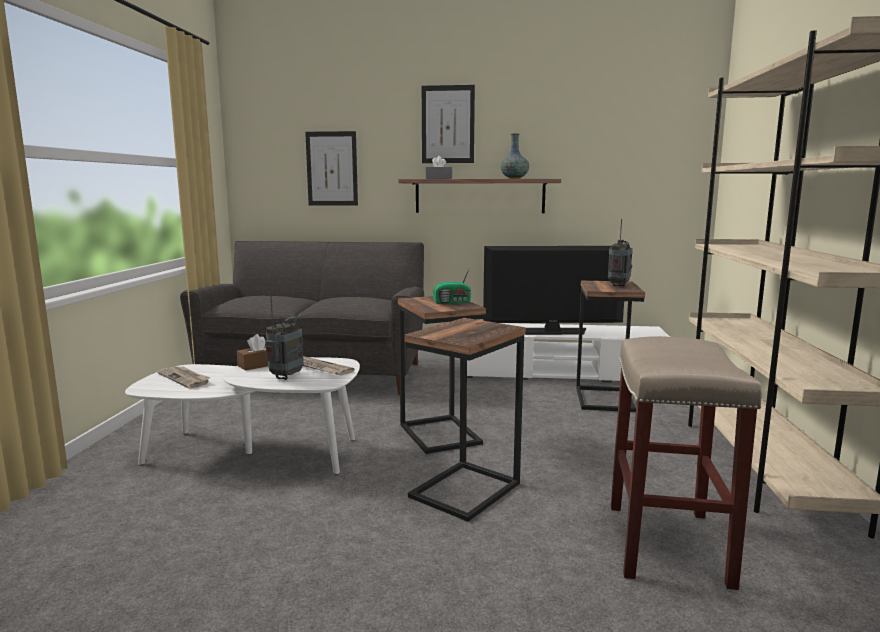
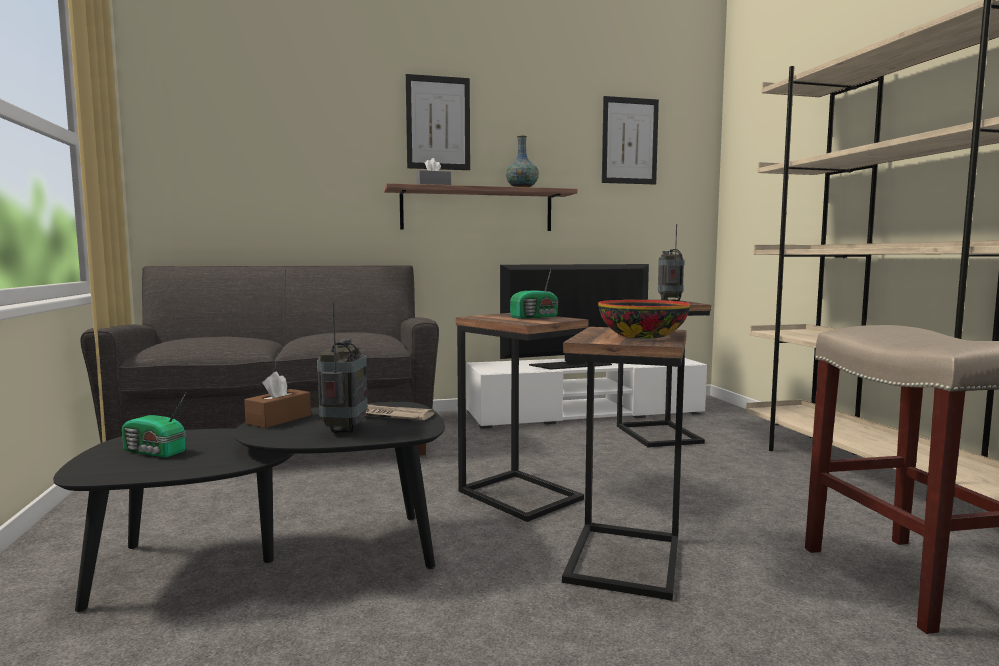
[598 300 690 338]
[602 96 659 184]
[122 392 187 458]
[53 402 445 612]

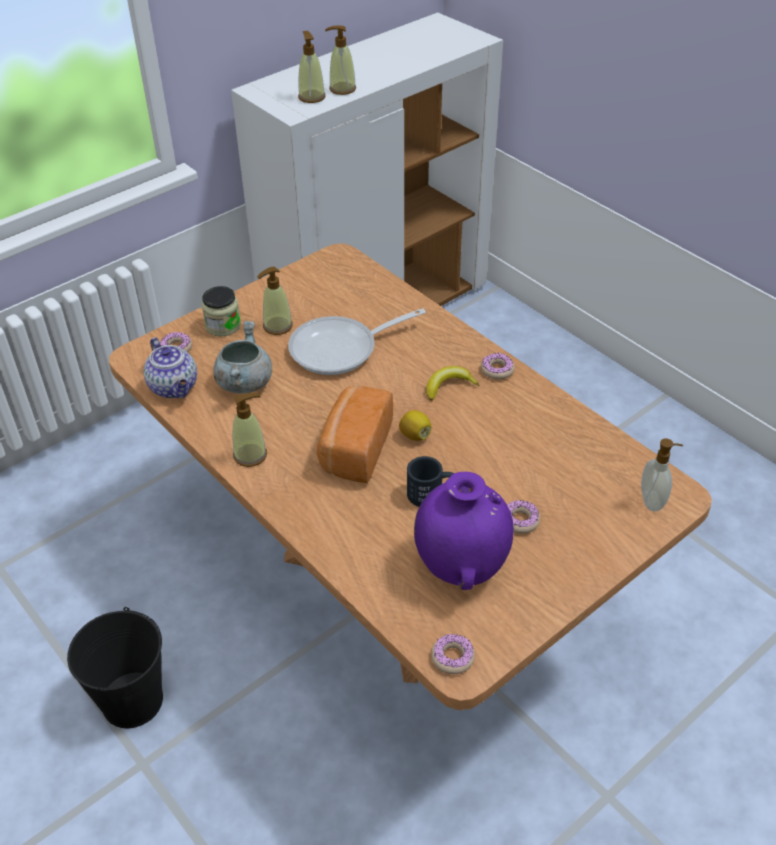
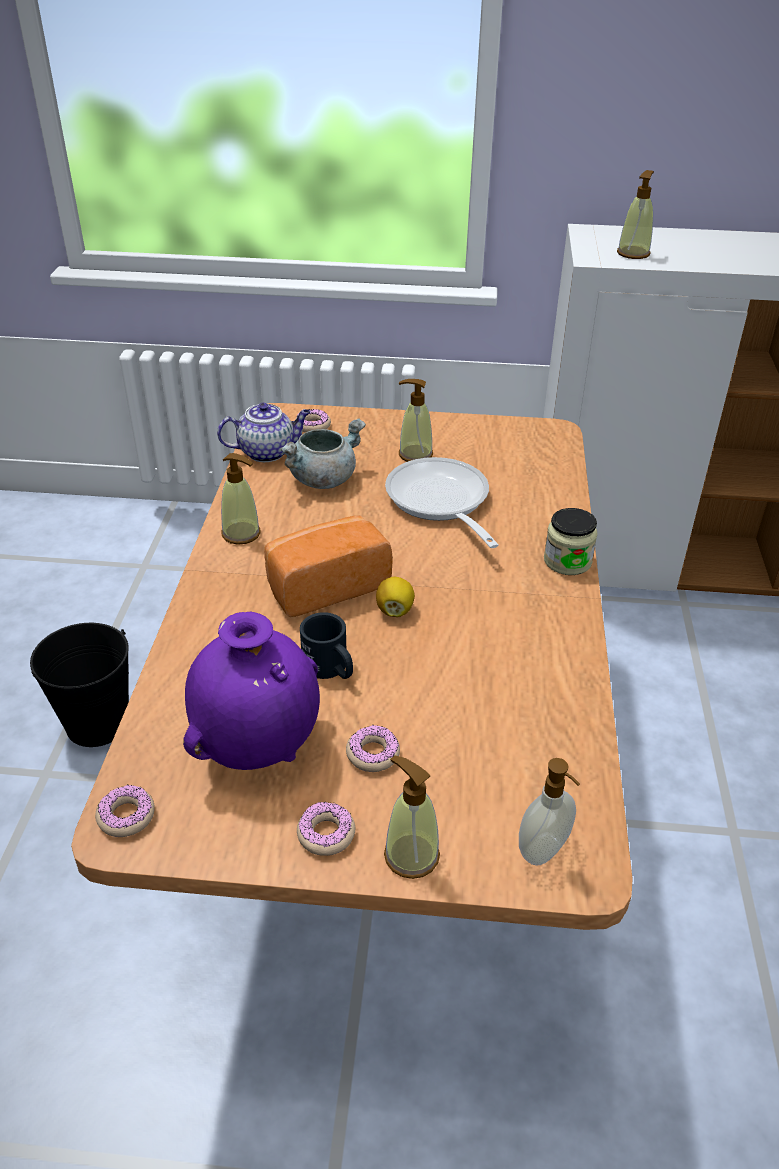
[426 366 480 401] (first image)
[544 508 598 575]
[384 756 440 879]
[297 801 355 856]
[217 403 311 462]
[385 457 499 548]

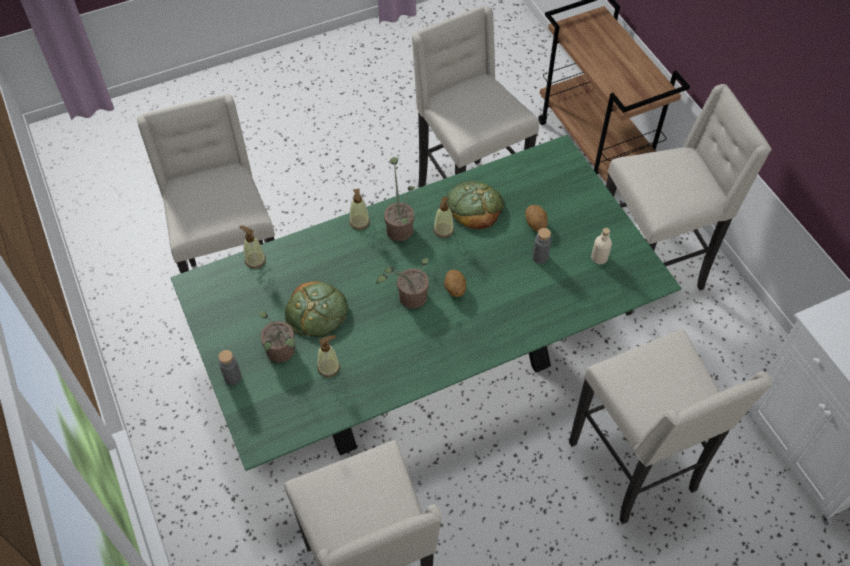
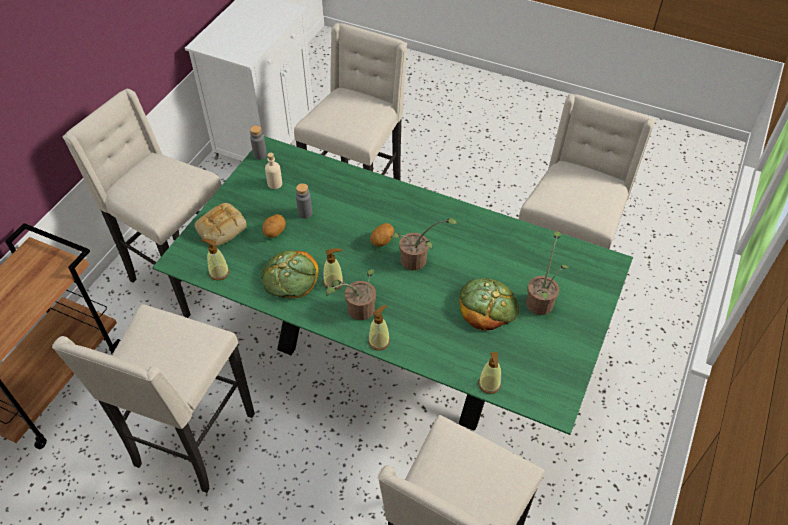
[194 203 247 247]
[250 125 267 160]
[201 238 229 280]

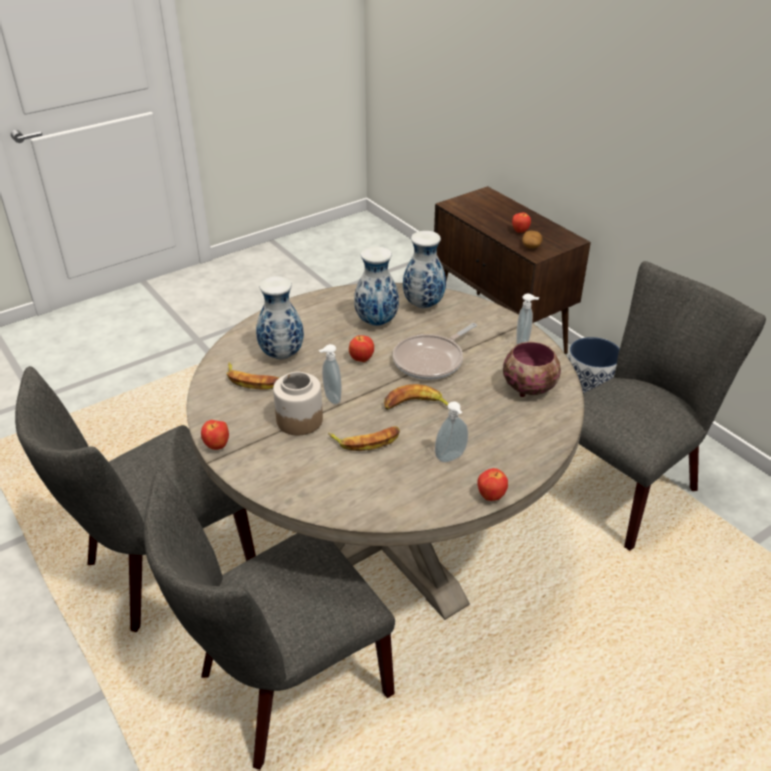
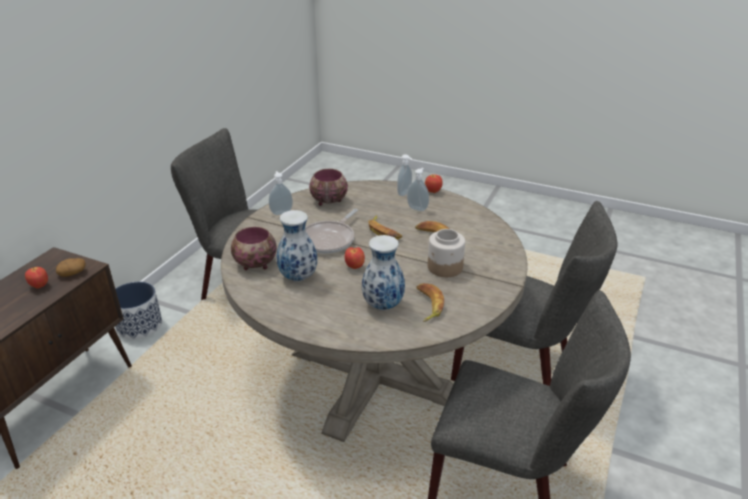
[201 420 229 450] (first image)
[397 154 412 196]
[231 226 277 270]
[305 209 358 254]

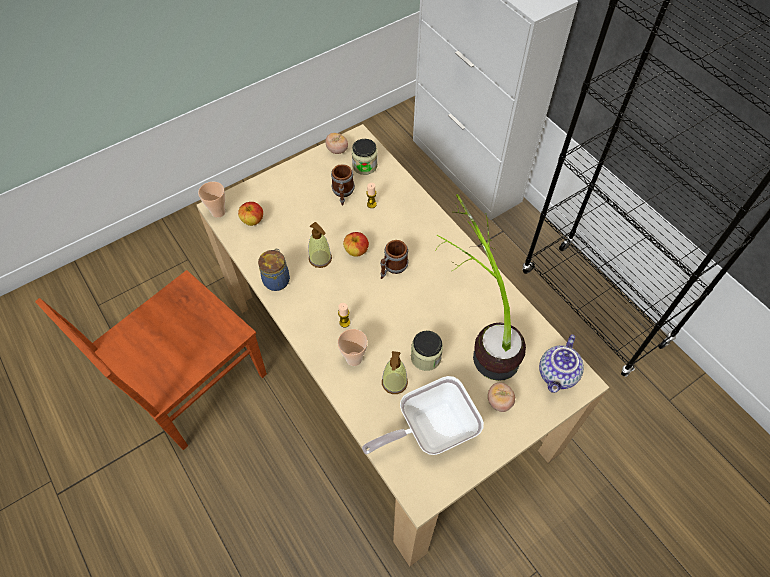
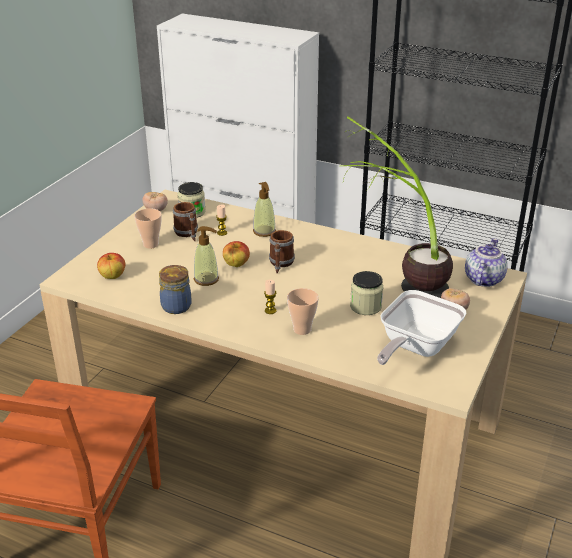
[134 208 162 249]
[253 182 276 237]
[465 238 508 287]

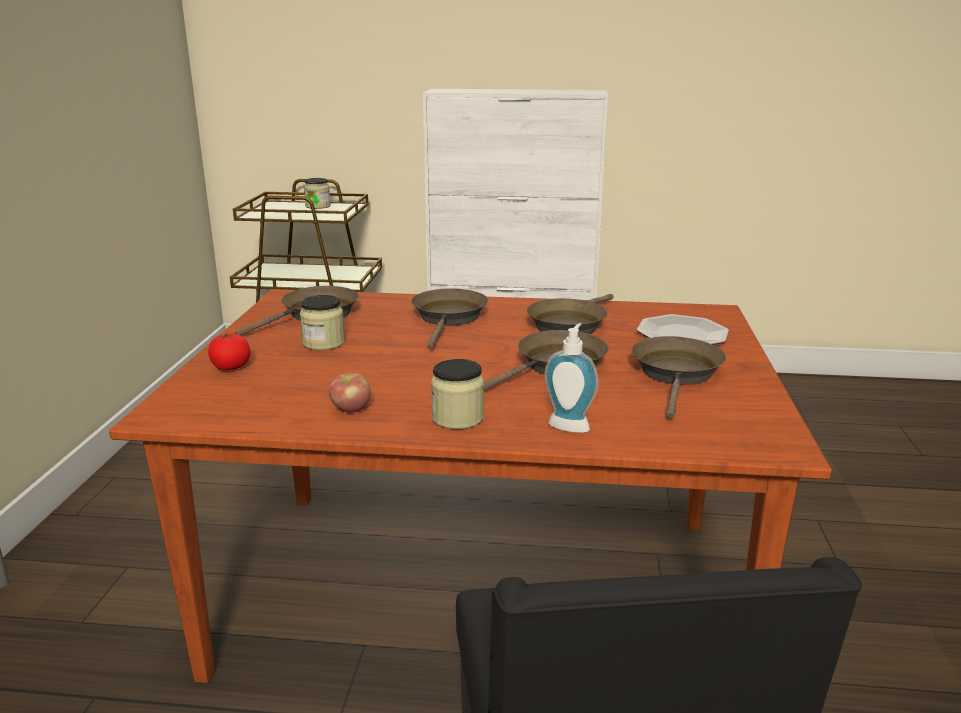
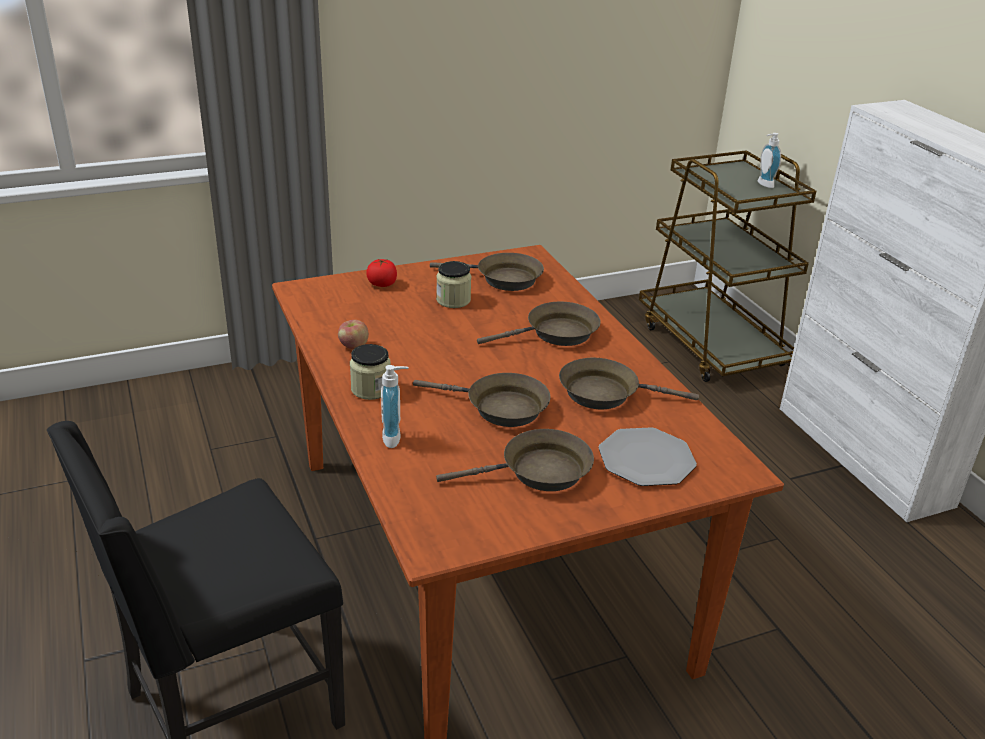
[758 133 781 188]

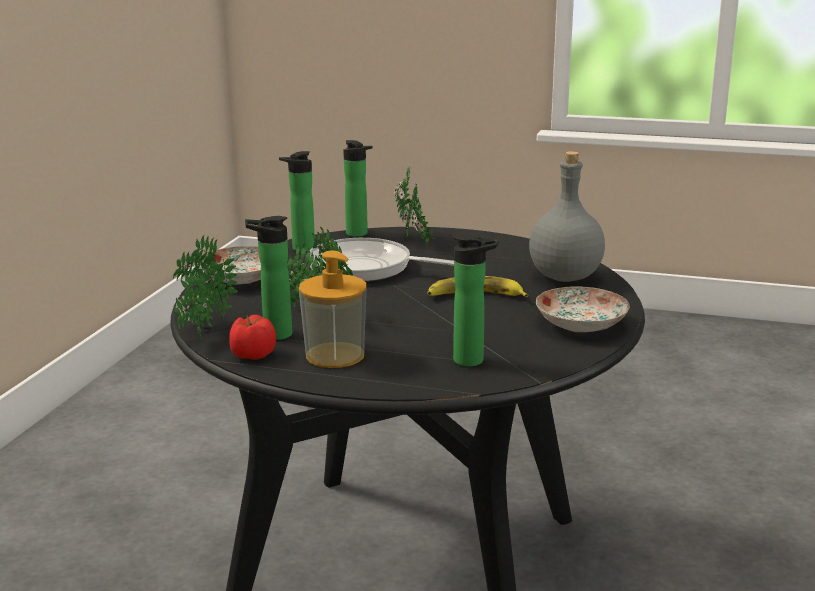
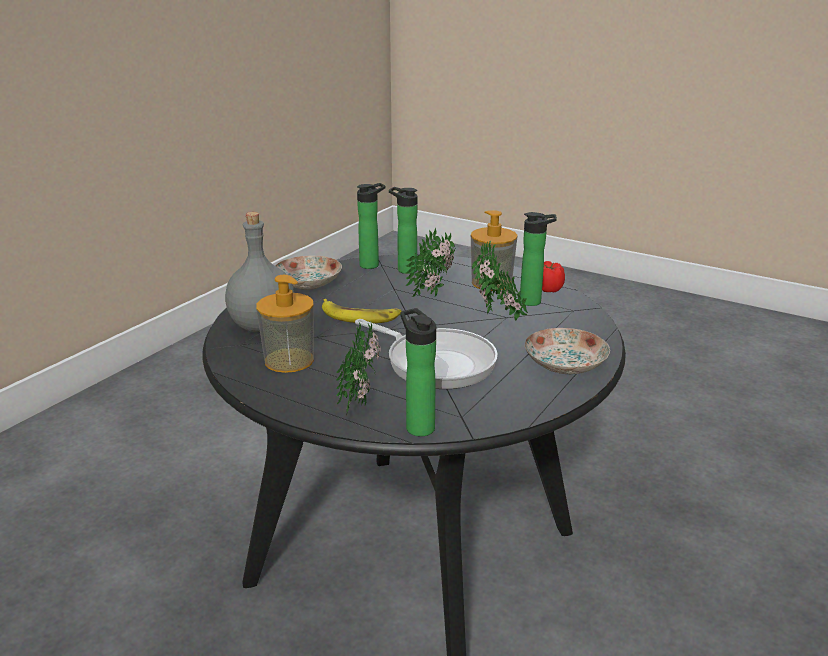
[256 275 314 373]
[405 228 455 297]
[357 183 385 269]

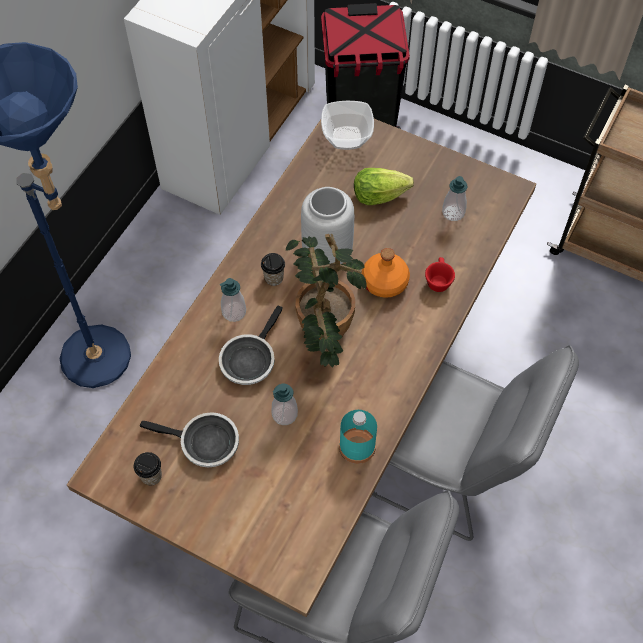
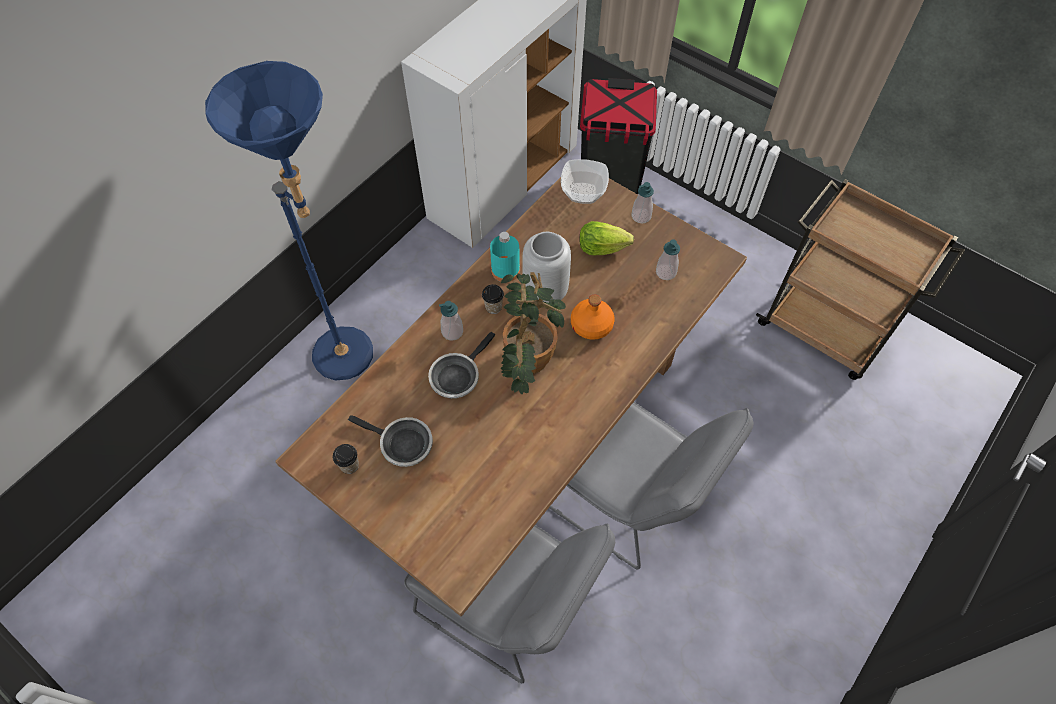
[425 257 455 292] (first image)
[631 182 654 223]
[490 232 520 282]

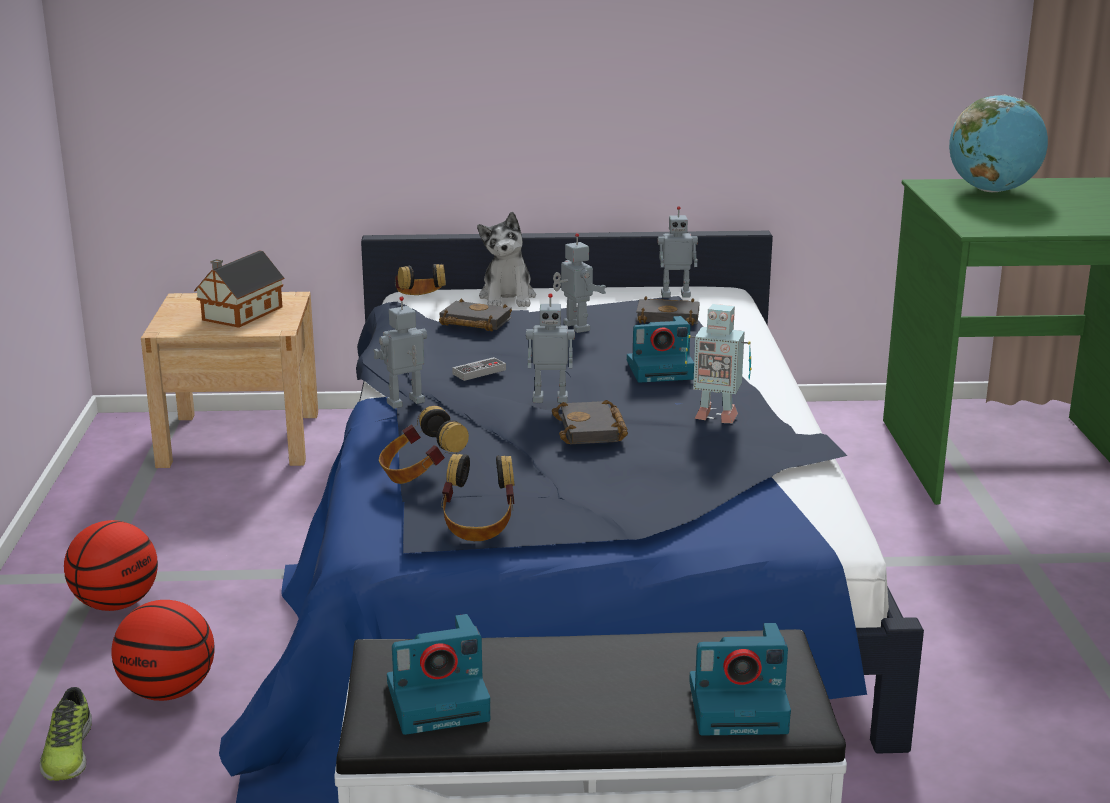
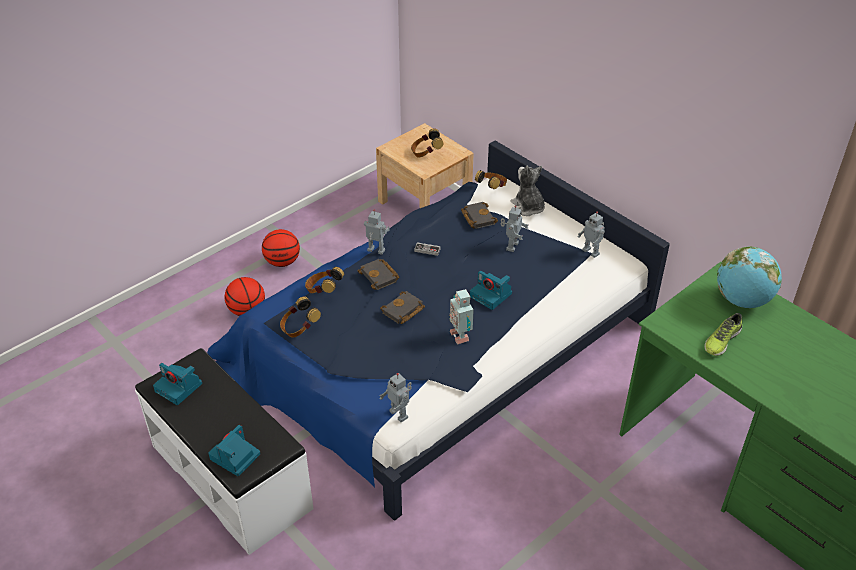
[704 313 742 356]
[379 373 412 422]
[358 259 399 290]
[411 128 443 158]
[511 166 545 216]
[208 425 261 476]

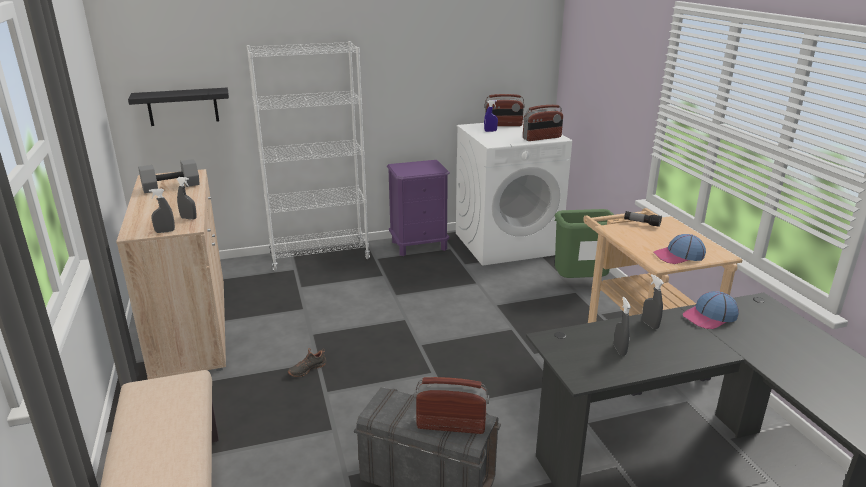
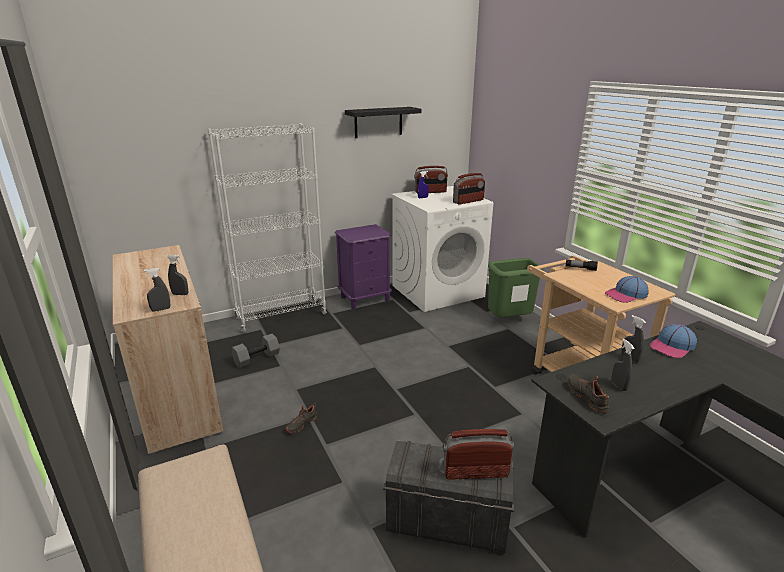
[568 375 609 413]
[345 107 422 138]
[232 334 280 368]

